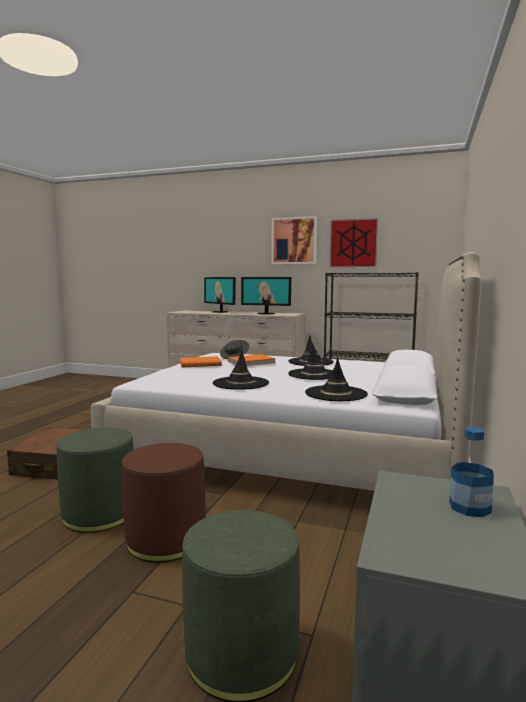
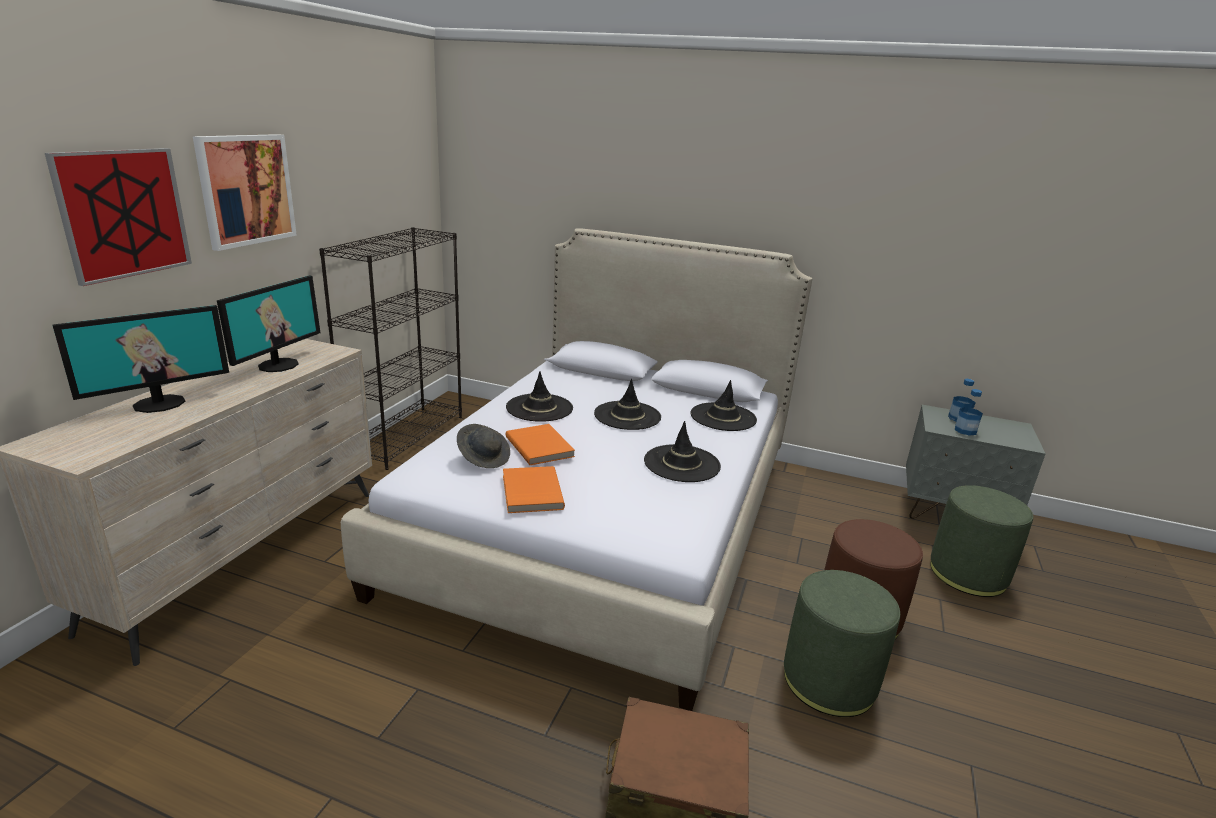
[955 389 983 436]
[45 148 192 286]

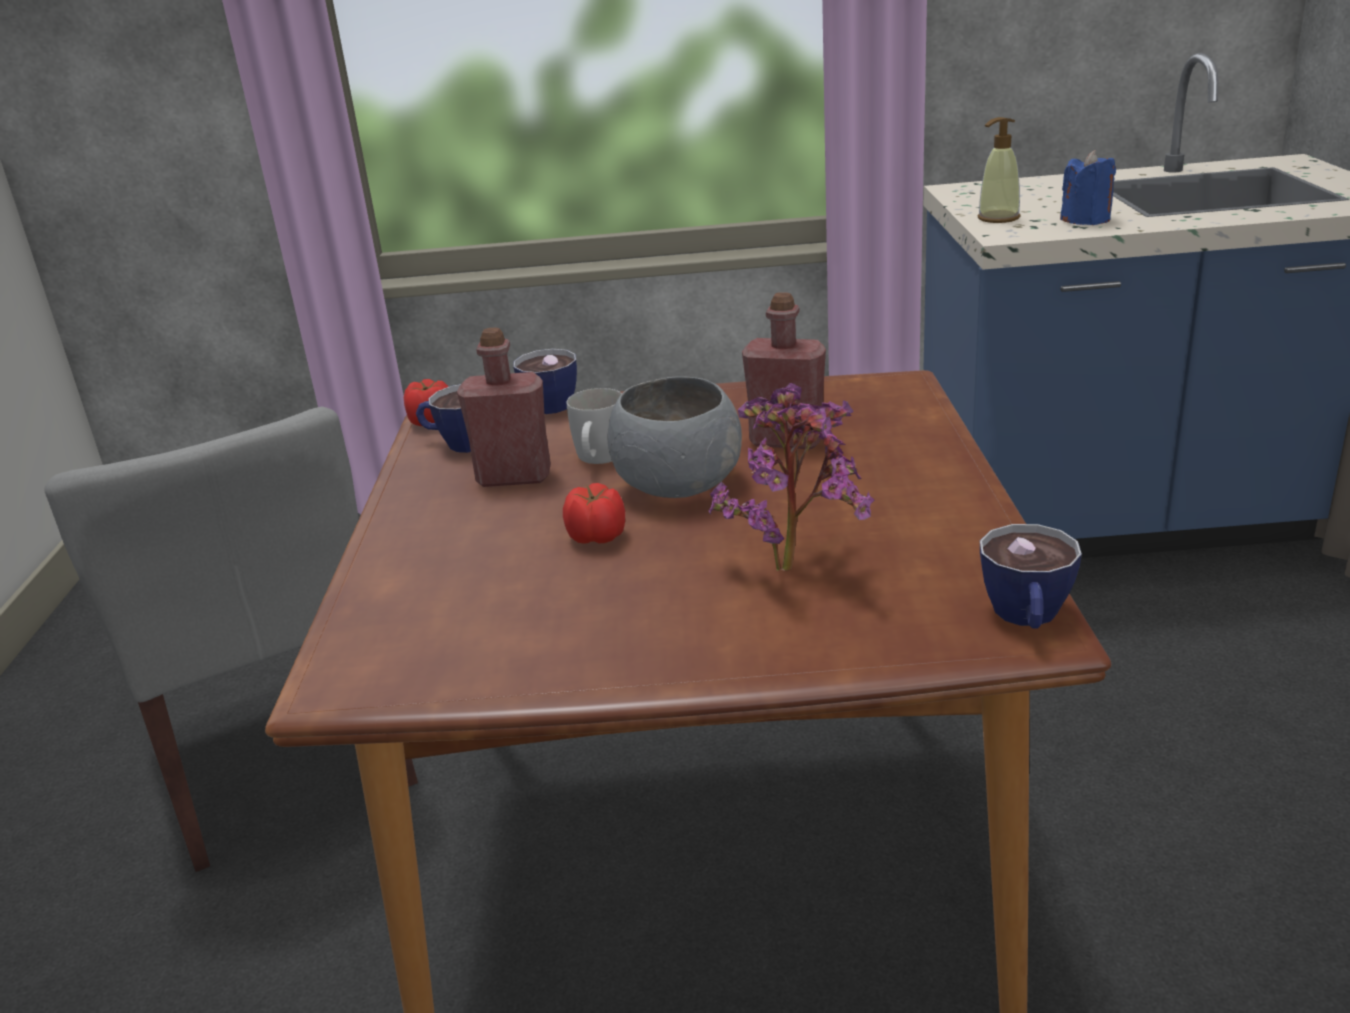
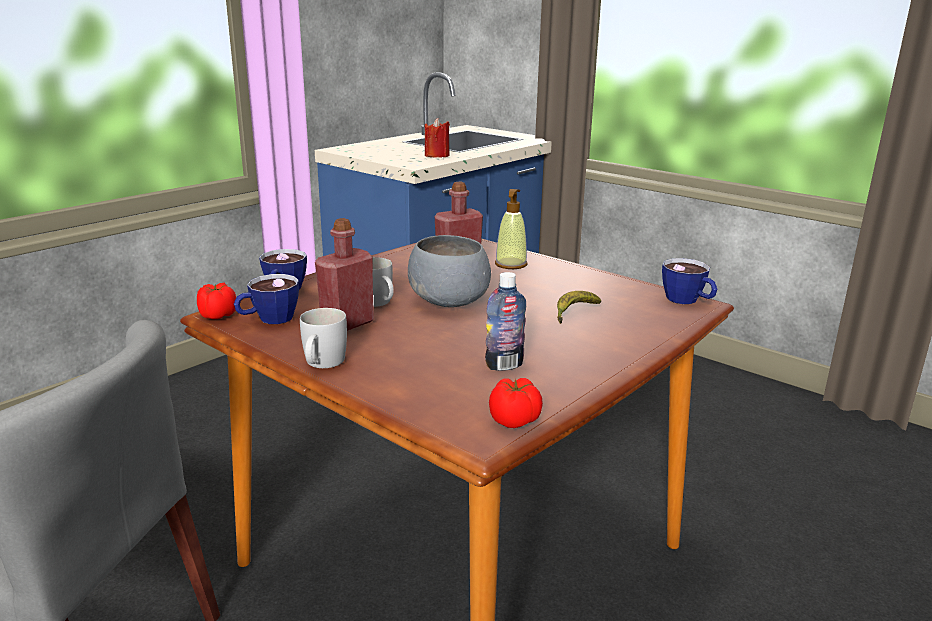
[300 308 347 368]
[485 272 526 371]
[489 378 543 428]
[495 189 527 269]
[557 291 601 324]
[425 118 450 158]

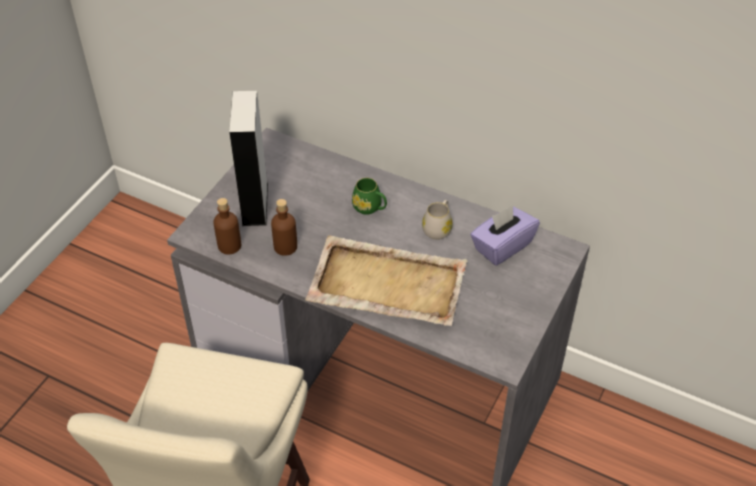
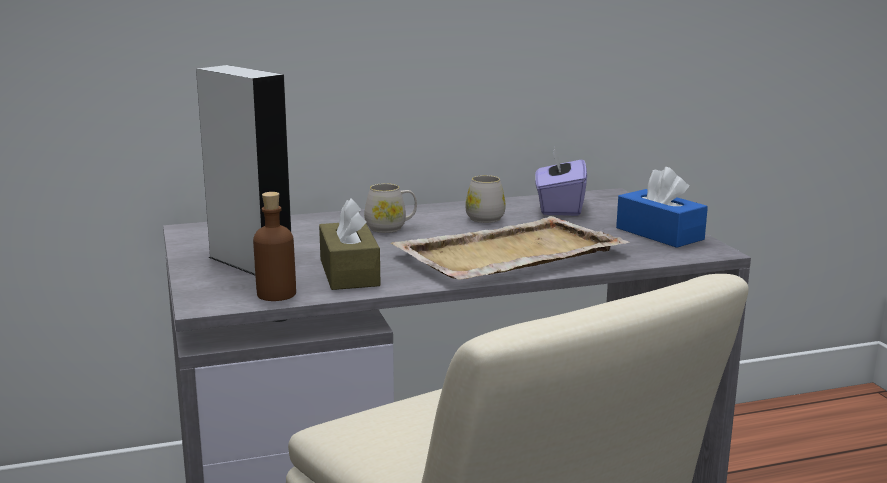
[616 167 708 248]
[319 198 381 290]
[364 183 417 233]

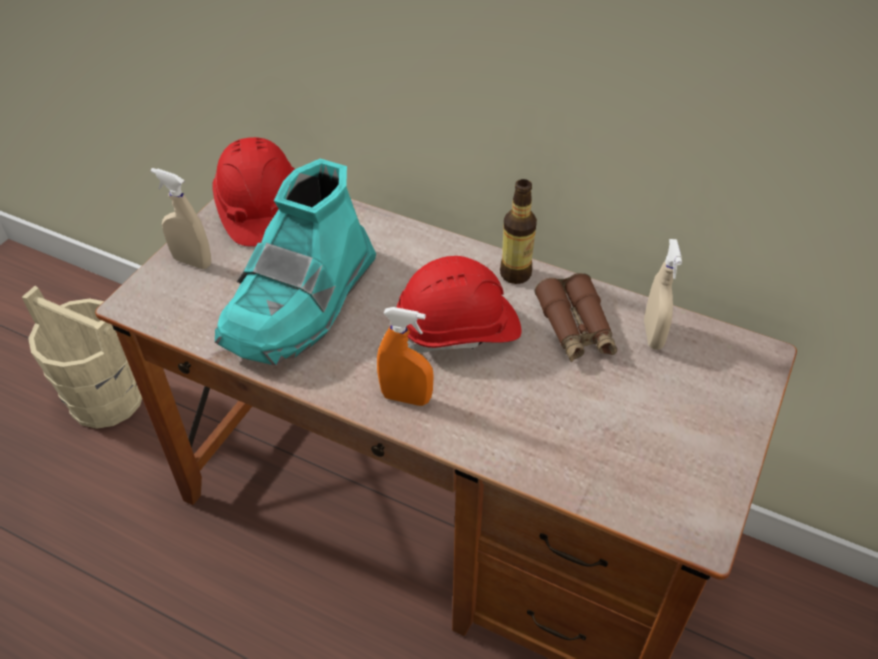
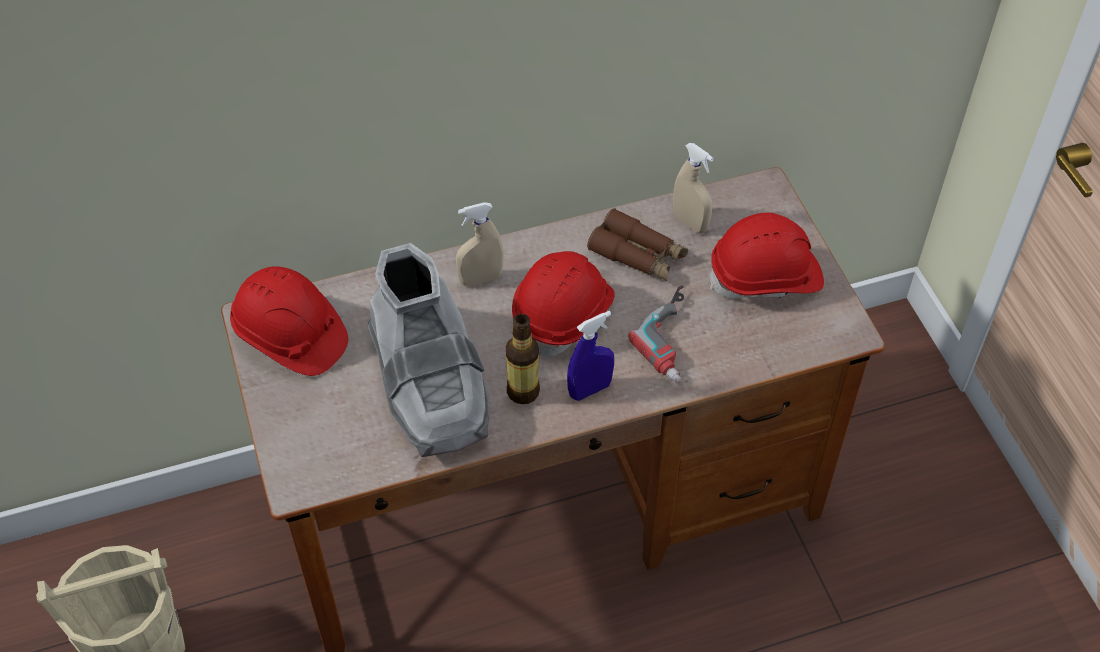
[628 286 684 383]
[709 213 824 298]
[456 202 504 286]
[506 314 540 404]
[368 243 489 457]
[567 311 614 401]

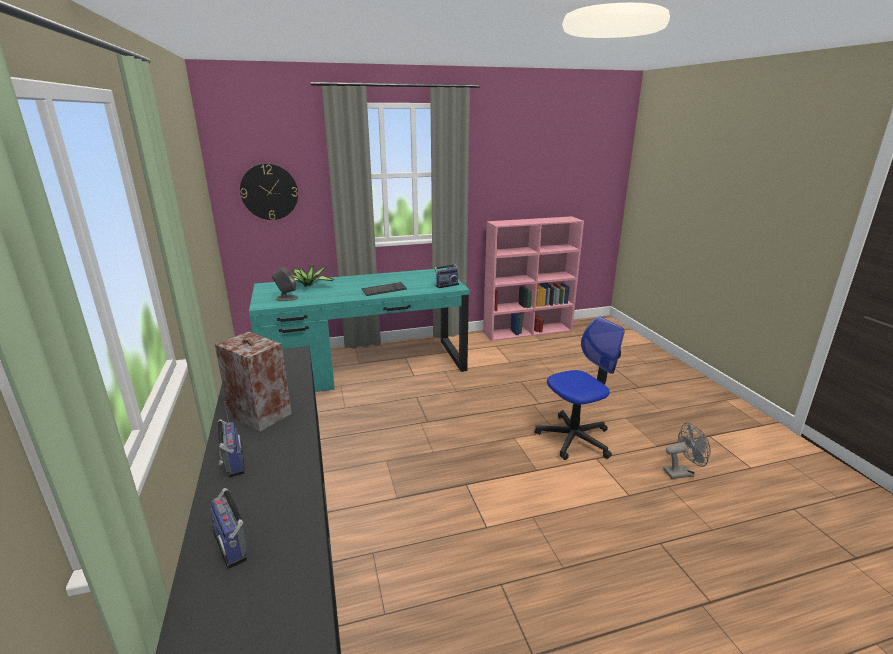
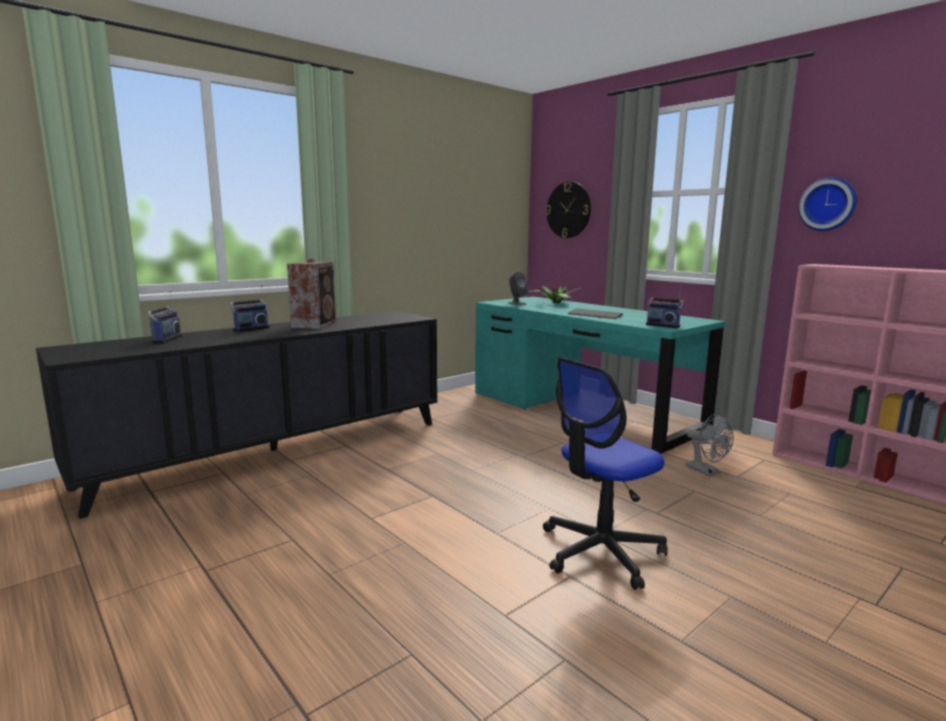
[799 177 857 231]
[686 413 733 476]
[147 290 182 343]
[543 357 668 590]

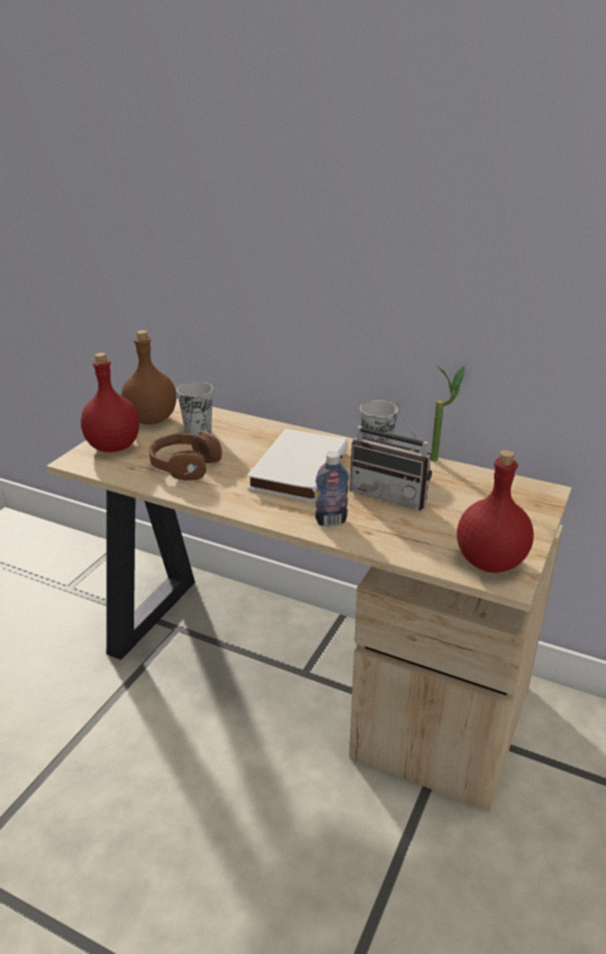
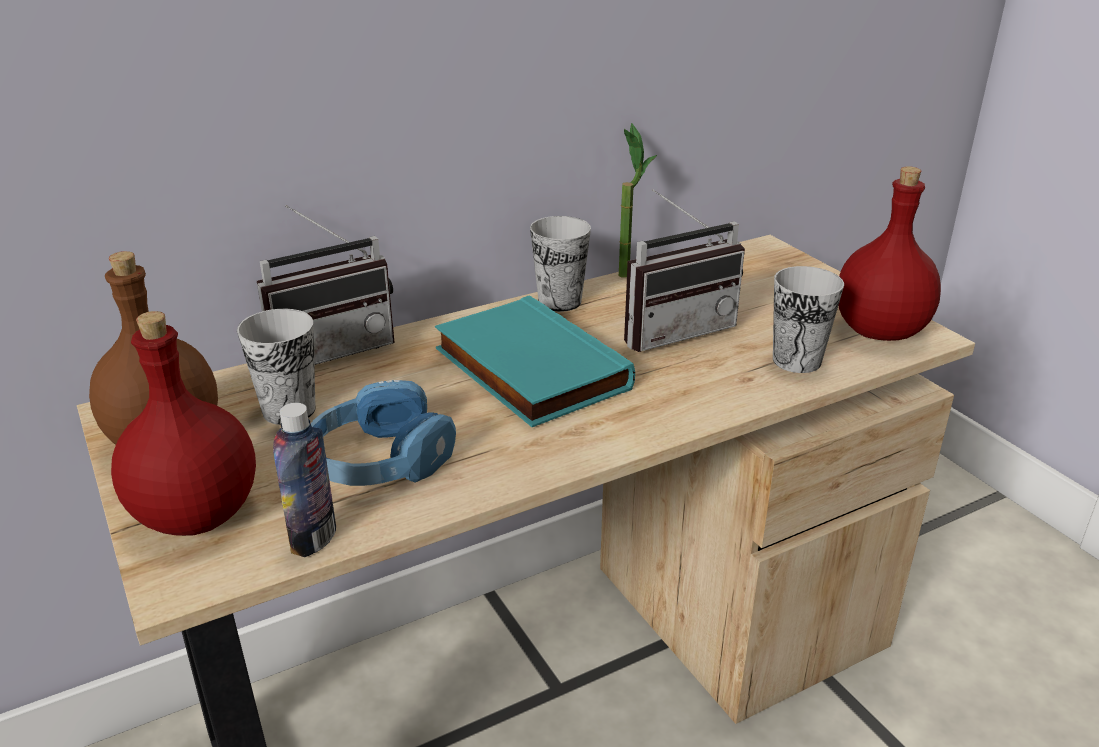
[257 205 395 365]
[773 266 844 373]
[273 403 336 557]
[311 380 456 486]
[435 296 635 427]

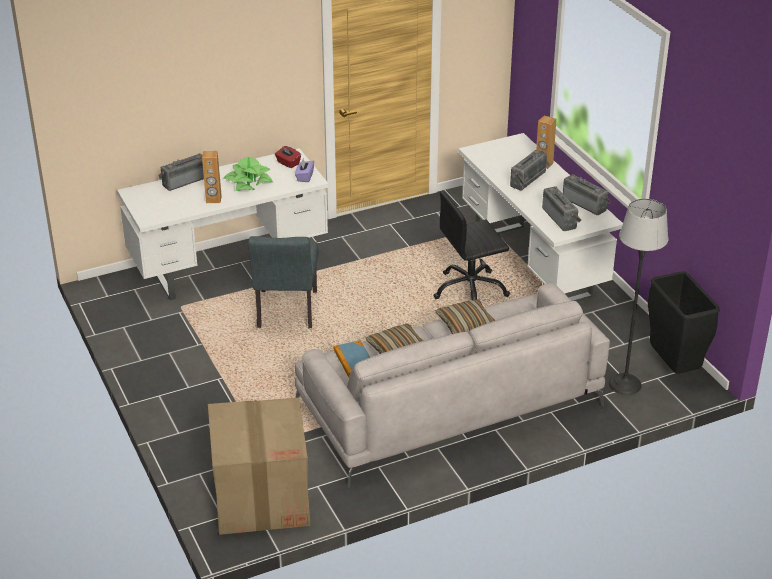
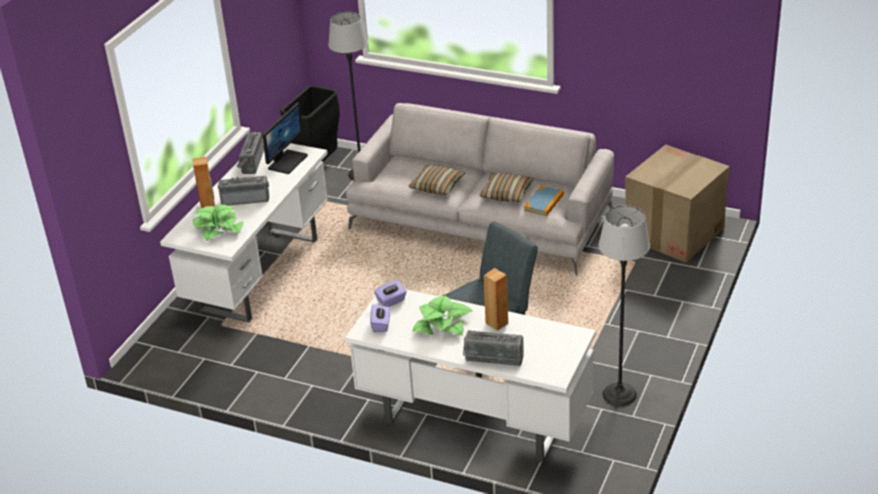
[433 191 510 300] (first image)
[193 205 243 241]
[599 205 650 406]
[263 103 308 174]
[370 304 390 332]

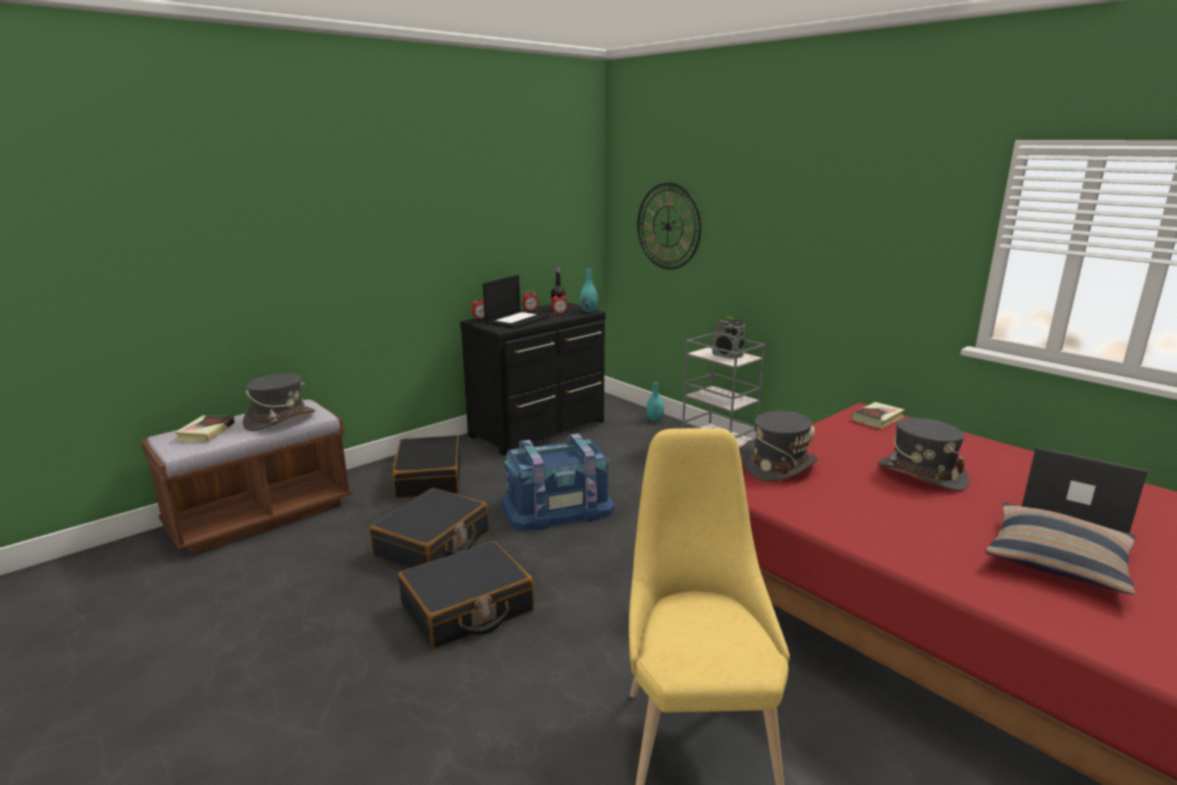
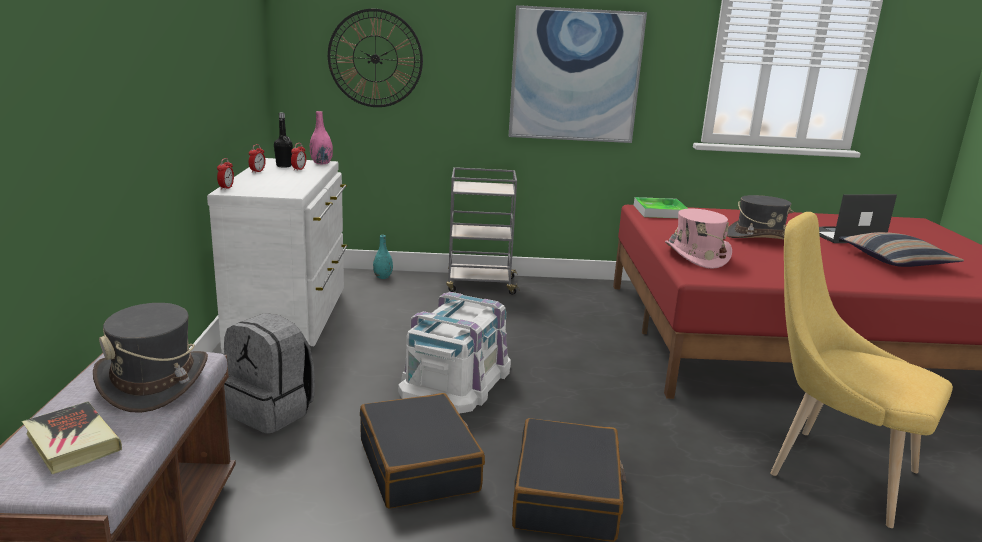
[483 275 549 329] (first image)
[712 316 745 359] (first image)
[509 5 647 143]
[224 313 315 434]
[634 197 688 218]
[207 158 348 354]
[398 292 511 414]
[310 111 333 164]
[665 209 732 269]

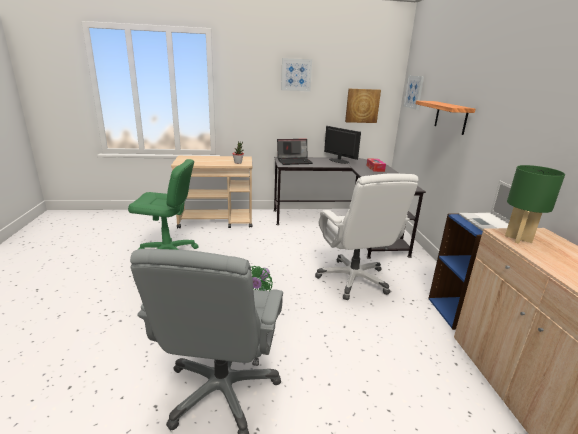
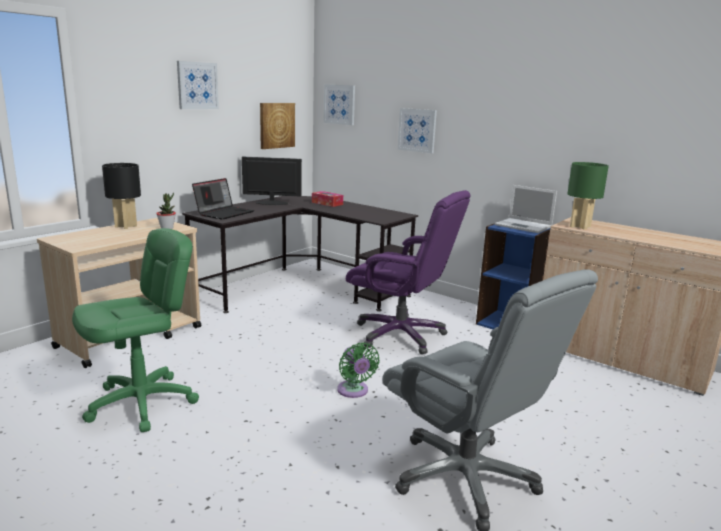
[102 163 141 229]
[398 108 437 153]
[346 190 471 354]

